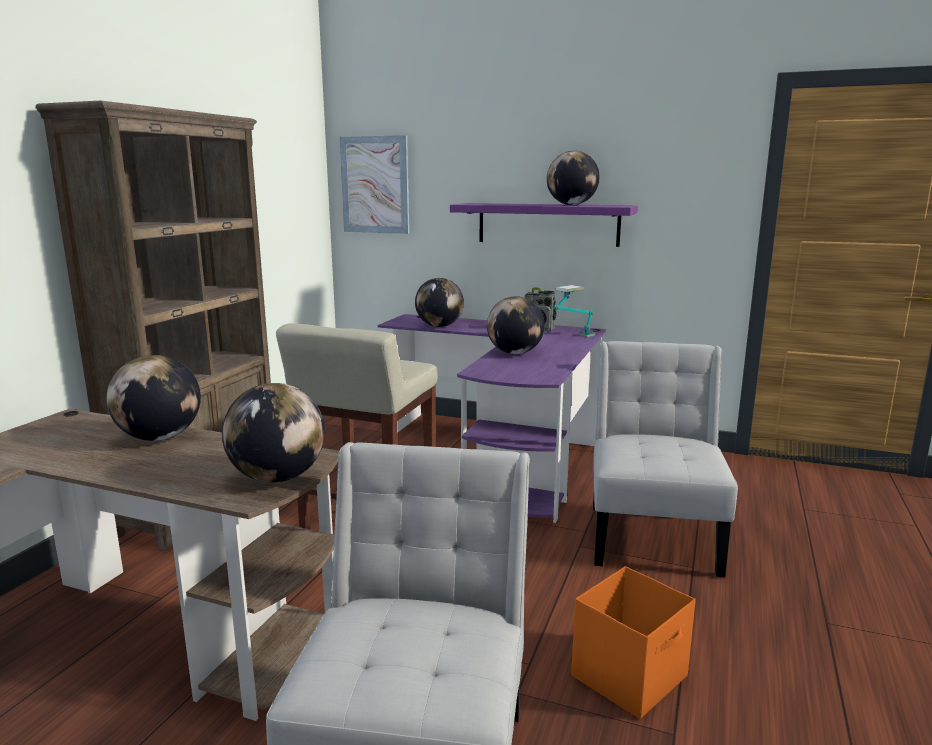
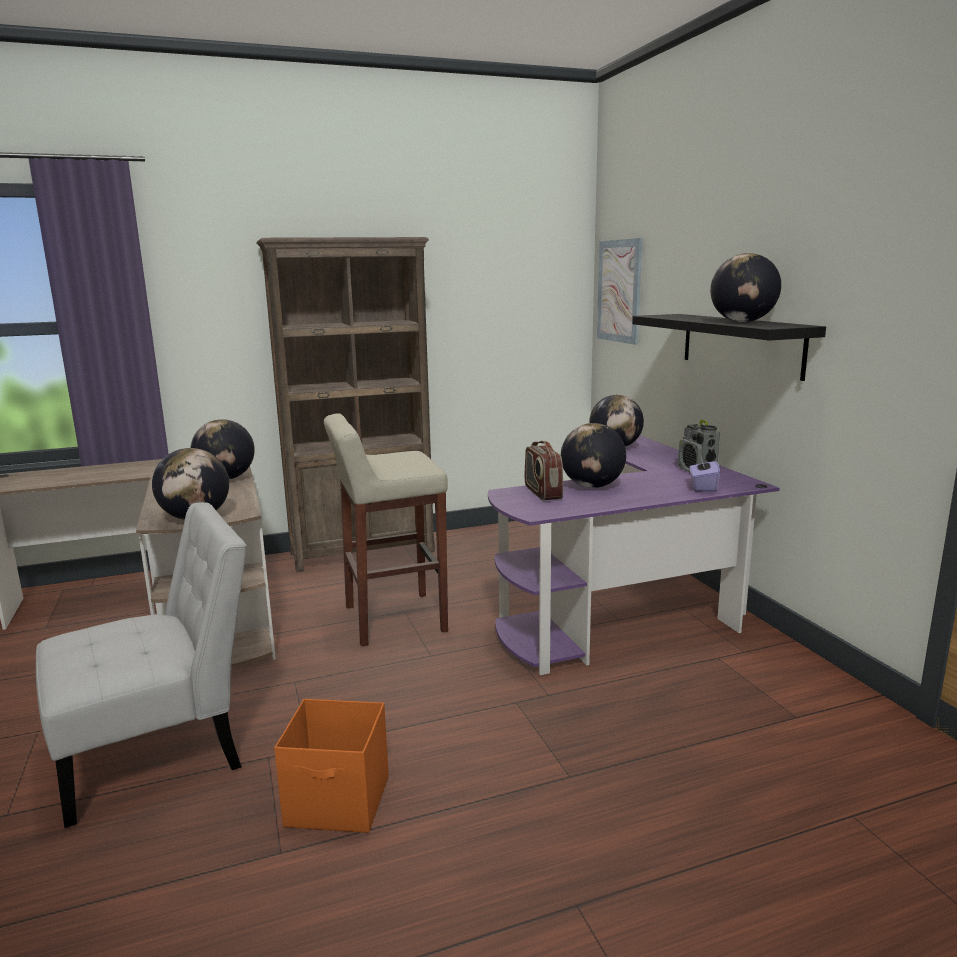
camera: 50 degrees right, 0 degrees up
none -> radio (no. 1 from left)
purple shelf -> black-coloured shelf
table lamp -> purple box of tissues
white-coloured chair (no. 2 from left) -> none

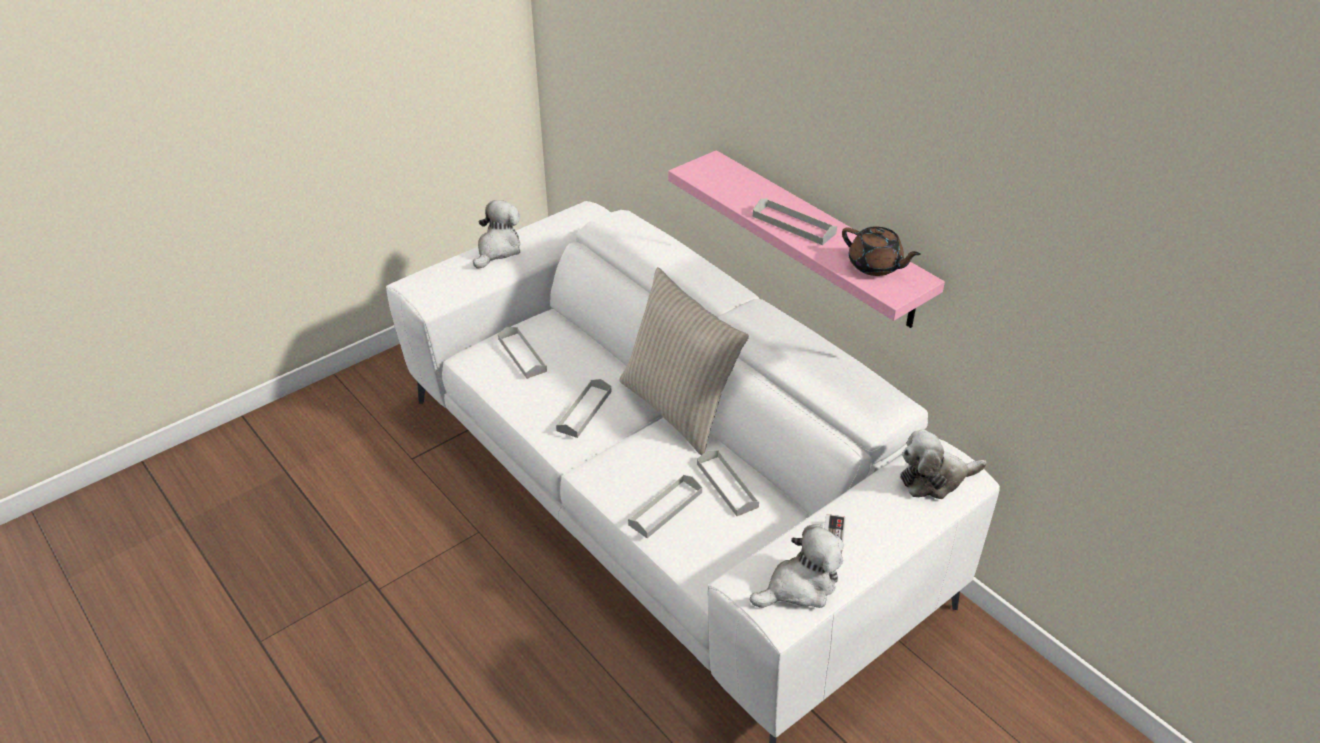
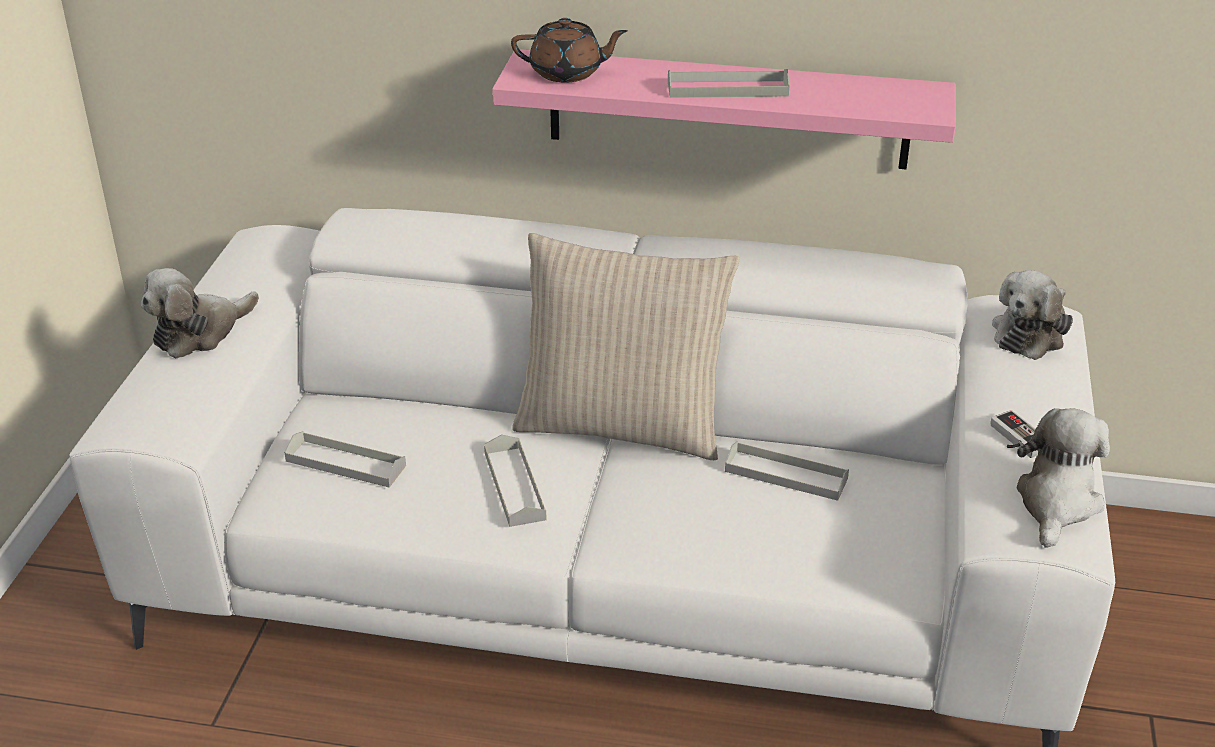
camera: 40 degrees left, 5 degrees down
cuddly toy (no. 1 from left), 120 degrees counterclockwise
brownish tea pot, relocated
grey serving tray (no. 3 from left) -> none

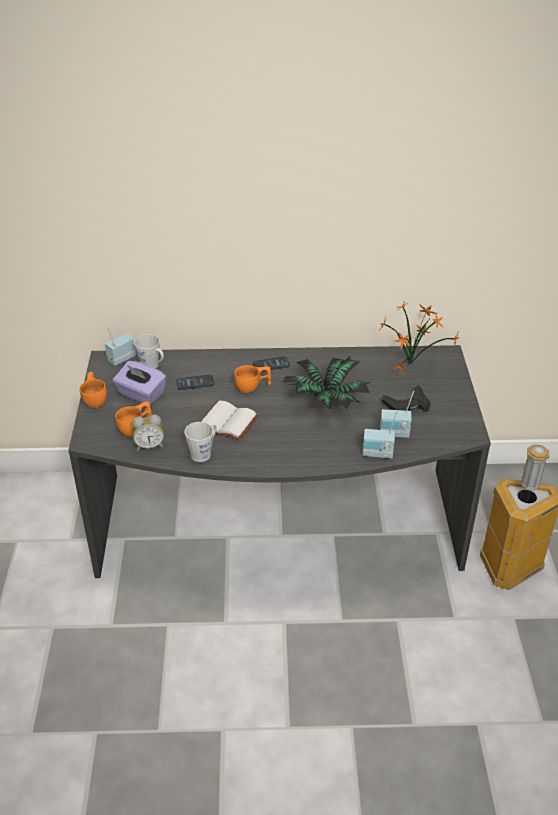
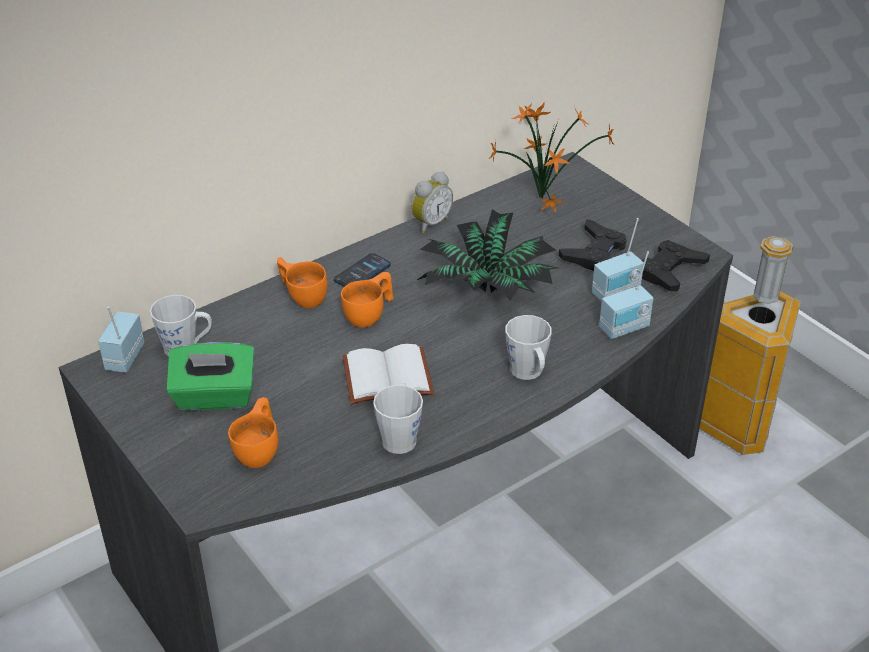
camera: 35 degrees left, 0 degrees up
purple box of tissues -> green box of tissues
orange drinking cup (no. 1 from left in the first image) -> orange drinking cup (no. 2 from left), relocated
table clock, relocated
none -> grey mug (no. 3 from left)
none -> black-coloured game controller (no. 2 from left)
phone (no. 1 from left) -> none

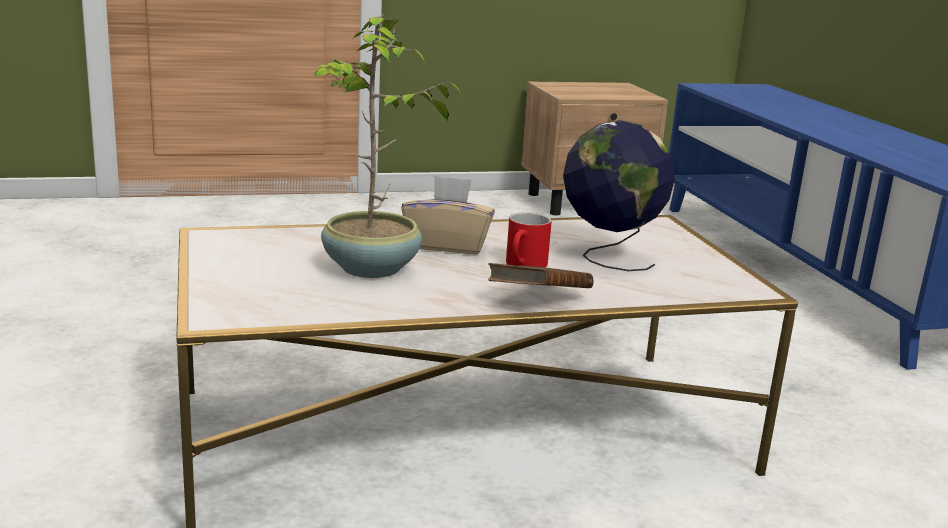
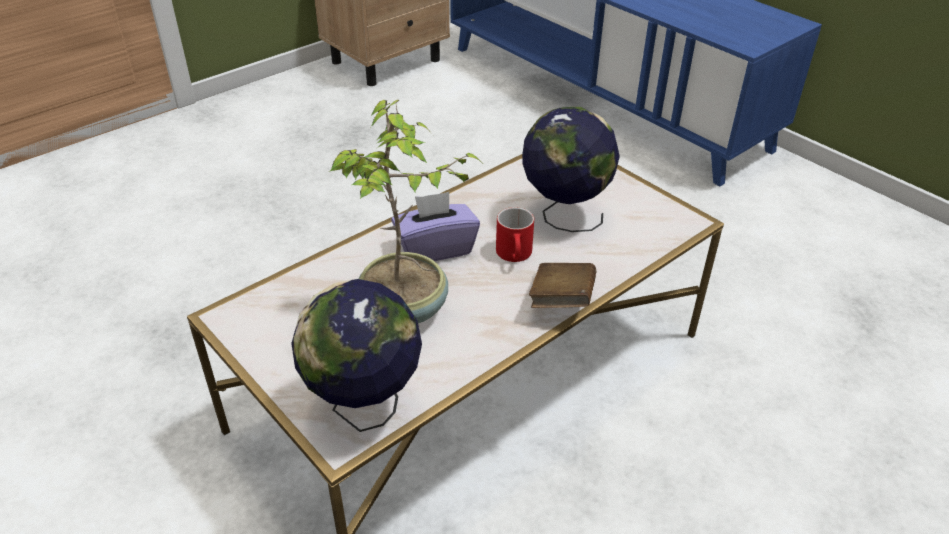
camera: 25 degrees left, 20 degrees up
none -> globe (no. 1 from left)
beige box of tissues -> purple box of tissues

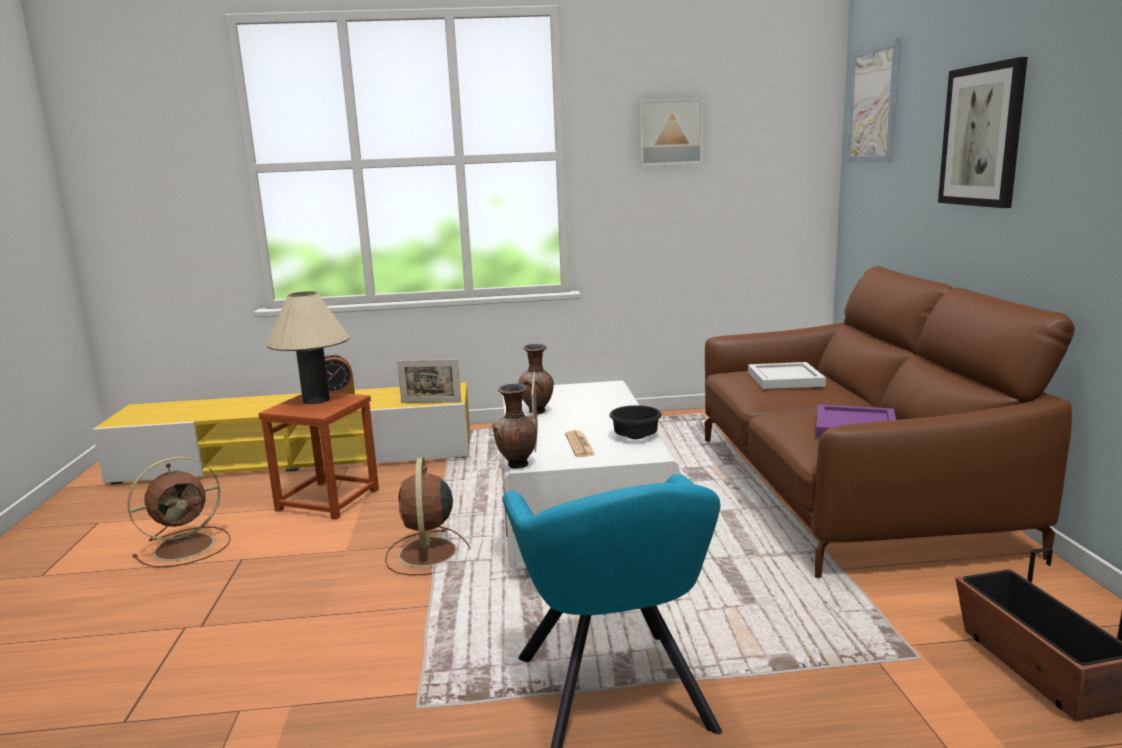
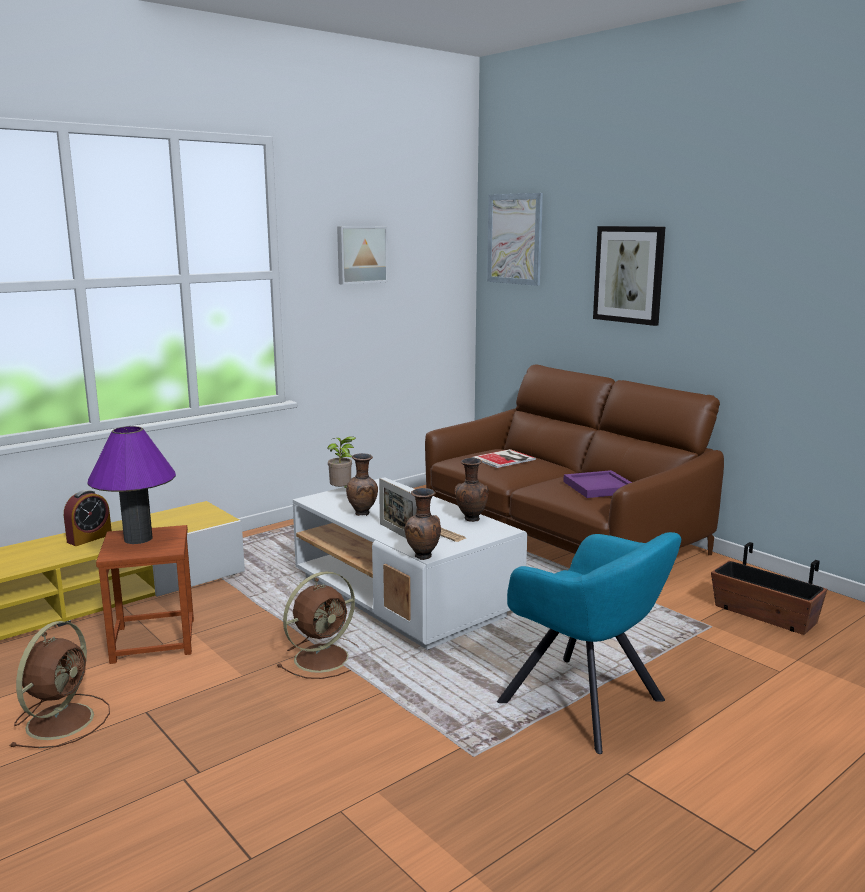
camera: 35 degrees left, 0 degrees up
beige table lamp -> purple table lamp
brownish cooling fan (no. 2 from left), 90 degrees counterclockwise
none -> potted plant
black-coloured deep dish -> brownish vase (no. 3 from left)
white-coloured serving tray -> book
standing frame (no. 1 from left) -> none

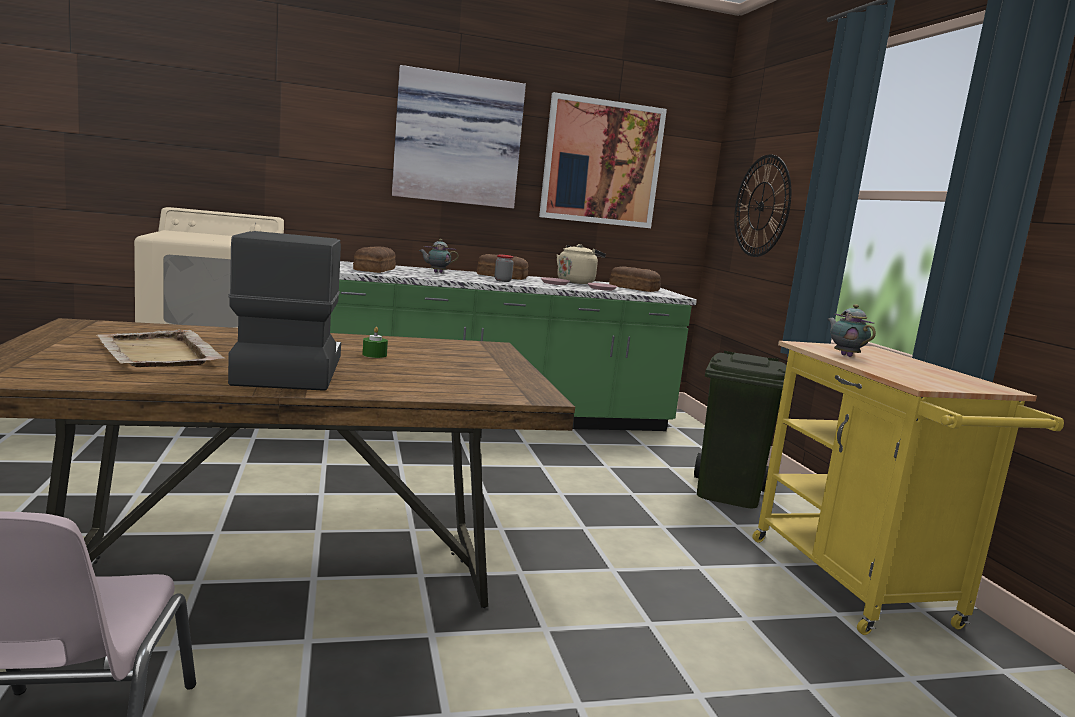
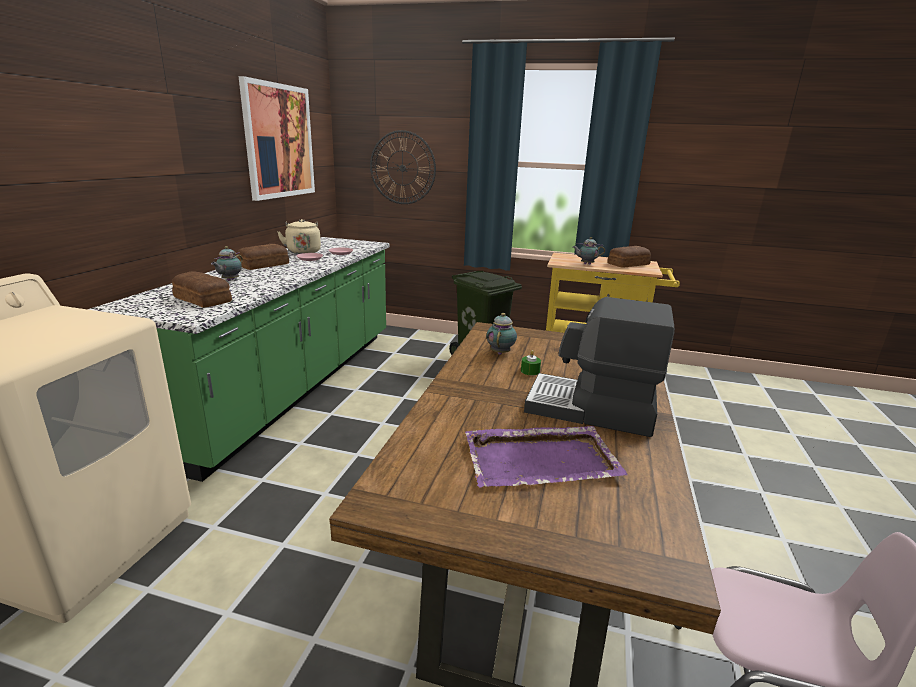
camera: 60 degrees left, 10 degrees up
beige serving tray -> purple serving tray
none -> tea pot (no. 2 from left)
bakery bread (no. 3 from left), relocated
picture (no. 1 from left) -> none
preserve jar -> none

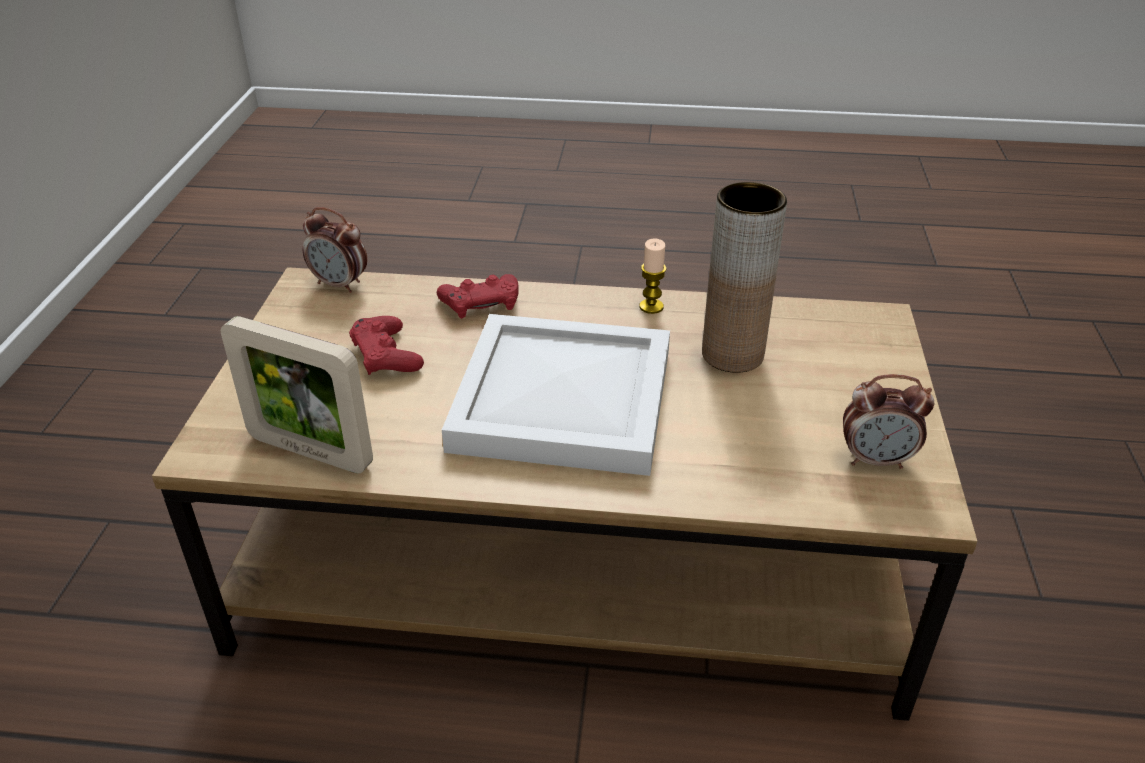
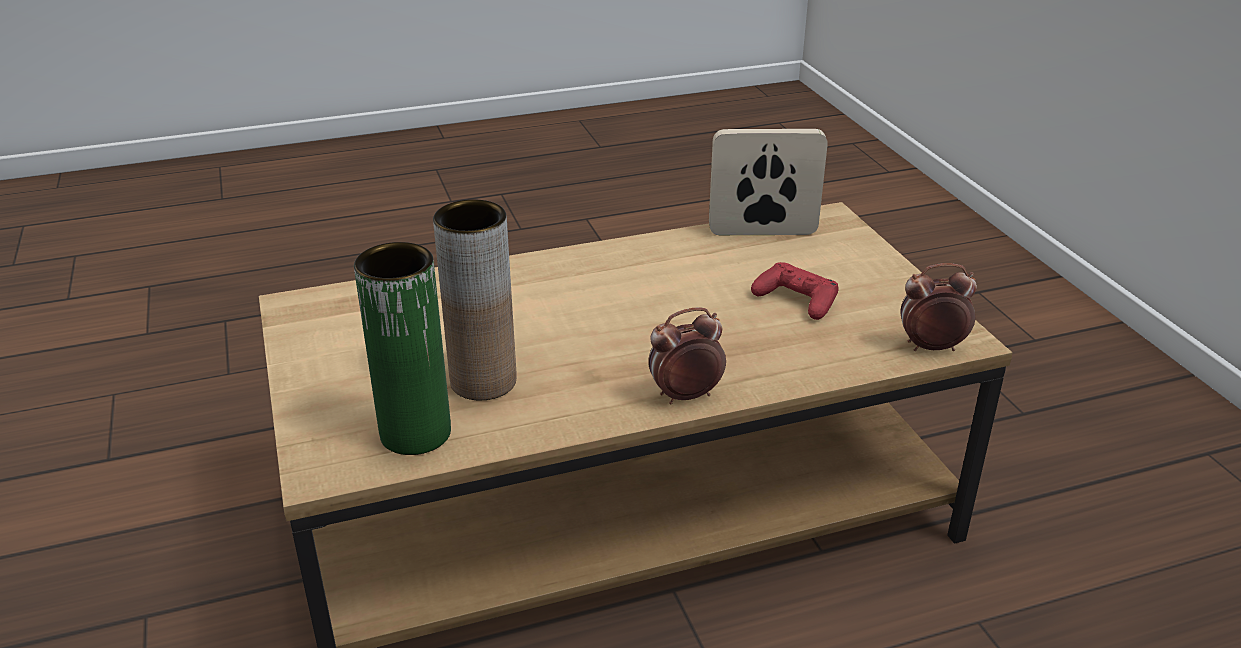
camera: 155 degrees right, 5 degrees down
none -> green vase
table clock (no. 2 from left in the first image) -> table clock (no. 1 from left), relocated
red game controller (no. 2 from left) -> none
white-coloured serving tray -> none
wax candle -> none

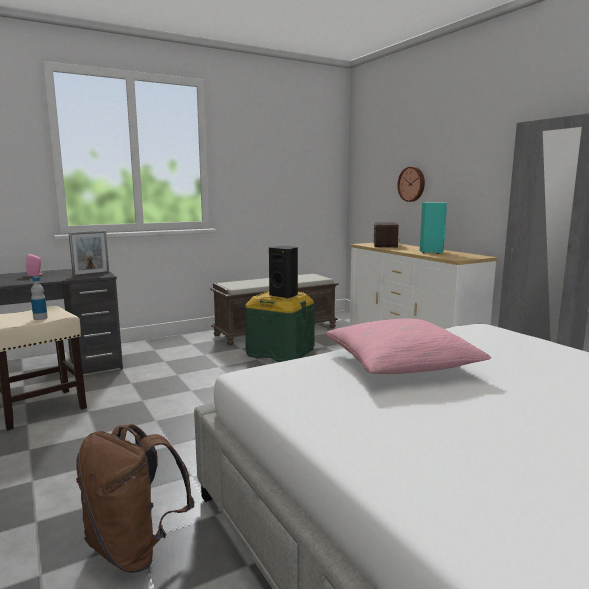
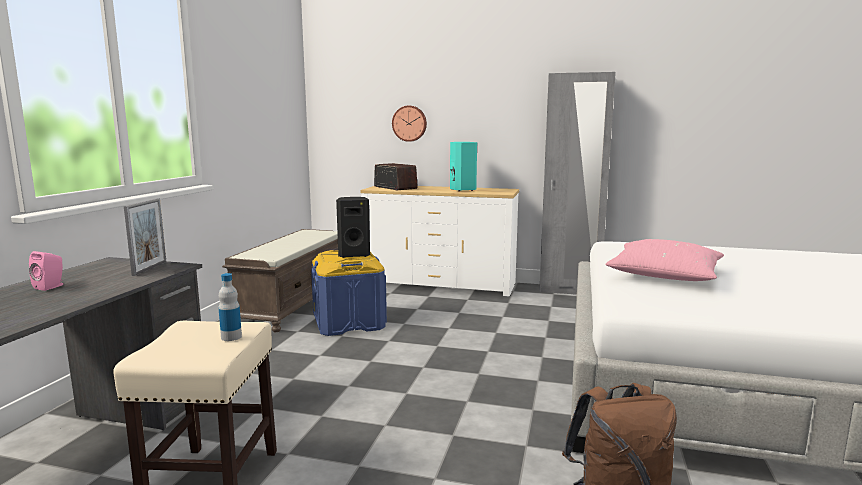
camera: 45 degrees left, 0 degrees up
green storage bin -> blue-coloured storage bin

